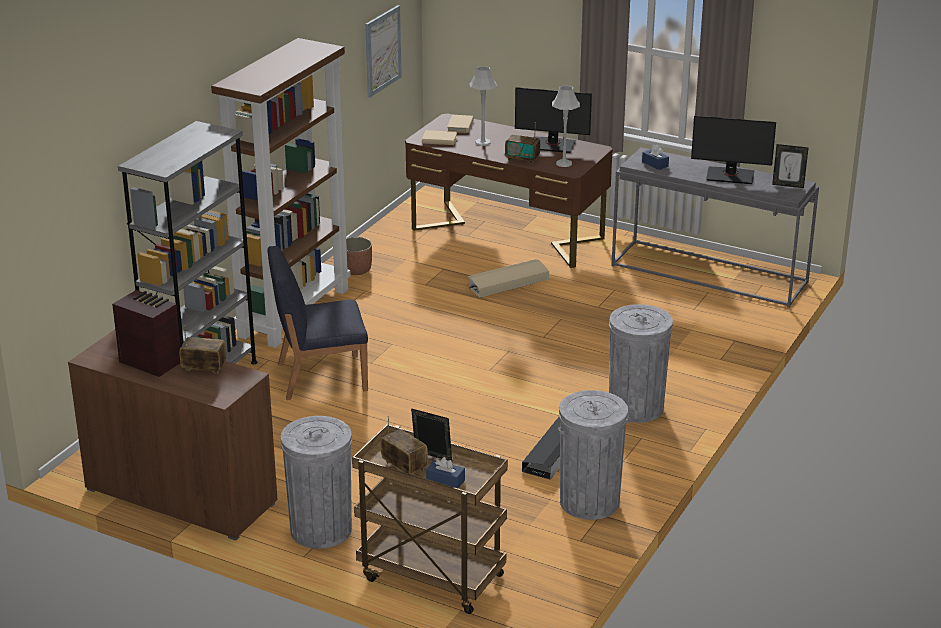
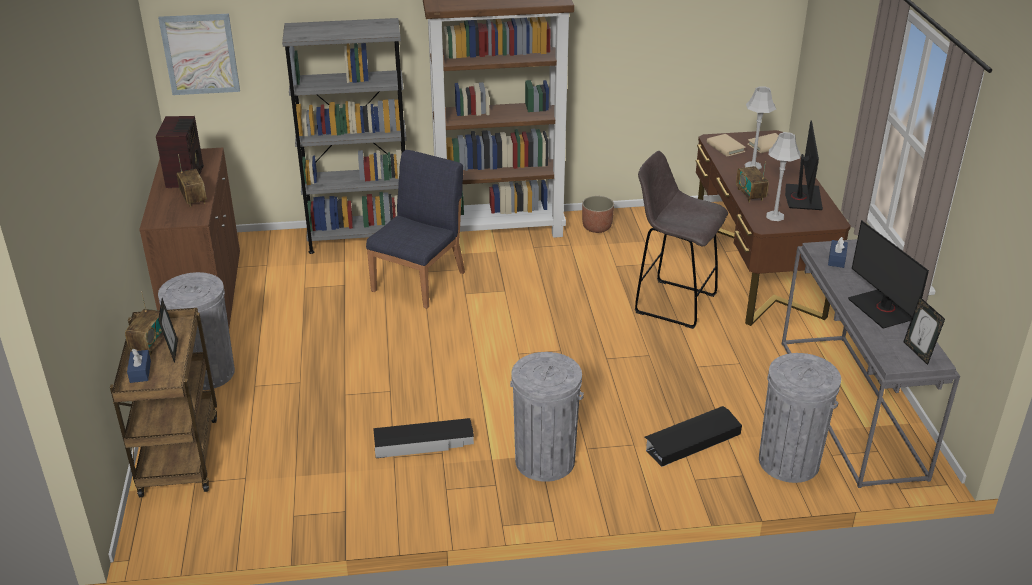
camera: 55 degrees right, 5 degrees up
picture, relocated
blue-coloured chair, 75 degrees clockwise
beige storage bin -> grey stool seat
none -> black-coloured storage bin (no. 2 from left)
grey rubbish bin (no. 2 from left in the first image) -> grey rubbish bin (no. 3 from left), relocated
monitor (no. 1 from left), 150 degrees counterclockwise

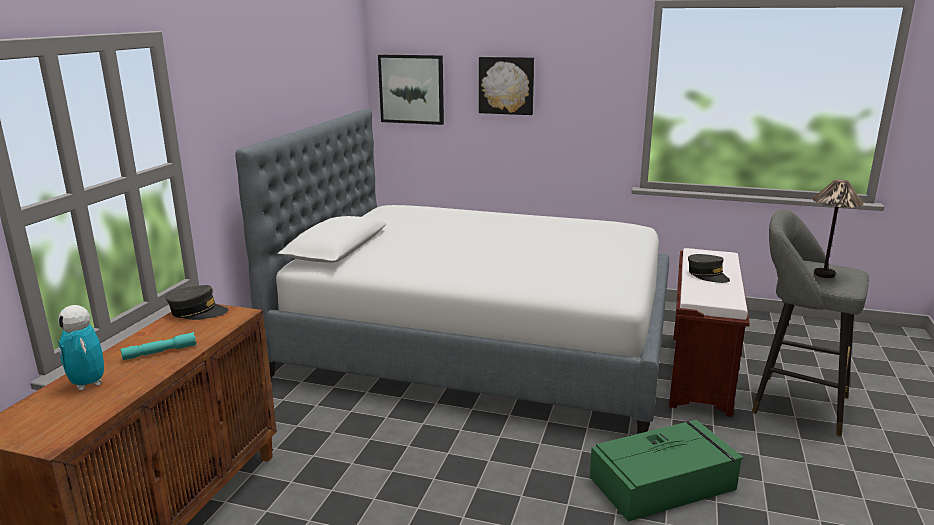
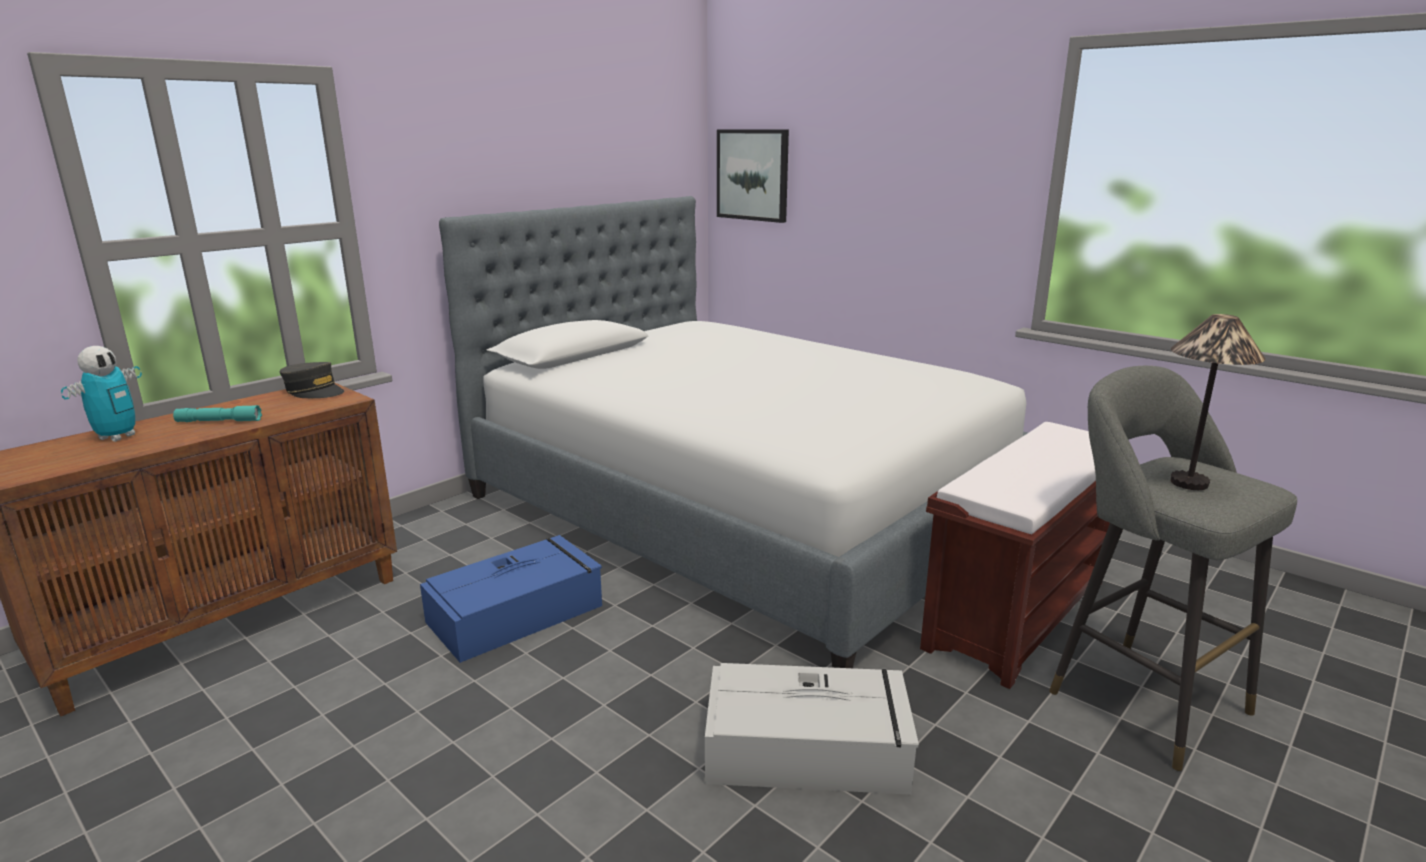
camera: 25 degrees right, 0 degrees up
robot figure, 150 degrees counterclockwise
none -> blue-coloured storage bin
green storage bin -> grey storage bin
picture (no. 2 from left) -> none
grey cap (no. 2 from left) -> none

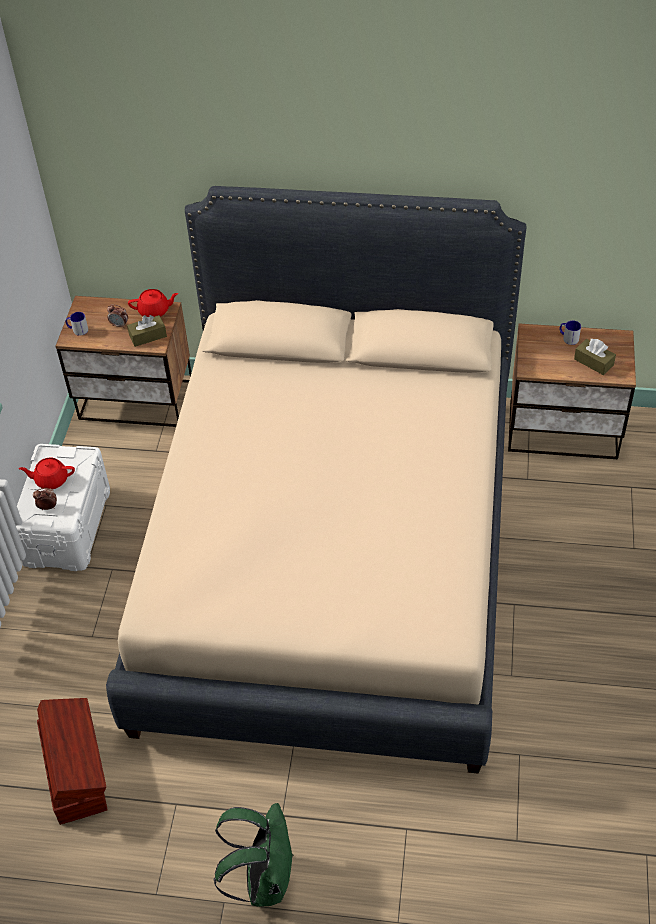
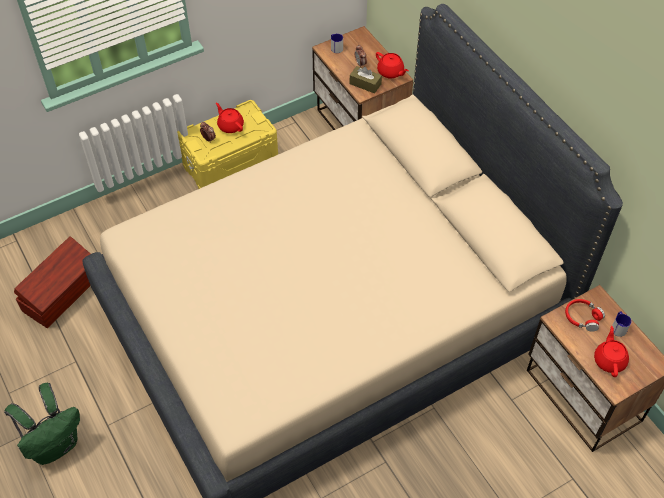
camera: 50 degrees right, 5 degrees up
white-coloured storage bin -> yellow-coloured storage bin
none -> red headset
brownish box of tissues (no. 2 from left) -> red tea pot (no. 3 from left)

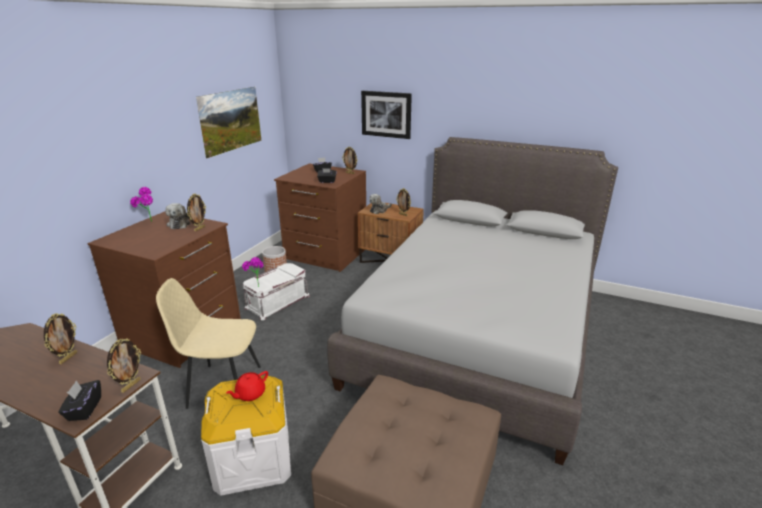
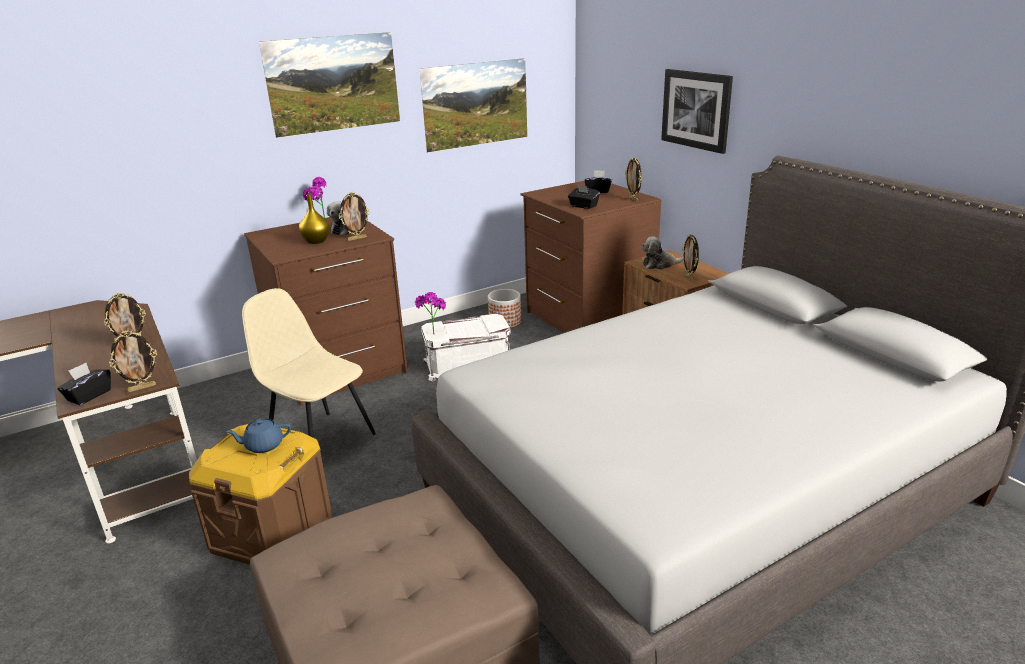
camera: 35 degrees right, 0 degrees up
white-coloured storage bin (no. 1 from left) -> brownish storage bin
red tea pot -> blue-coloured tea pot
none -> picture (no. 1 from left)
none -> yellow-coloured vase

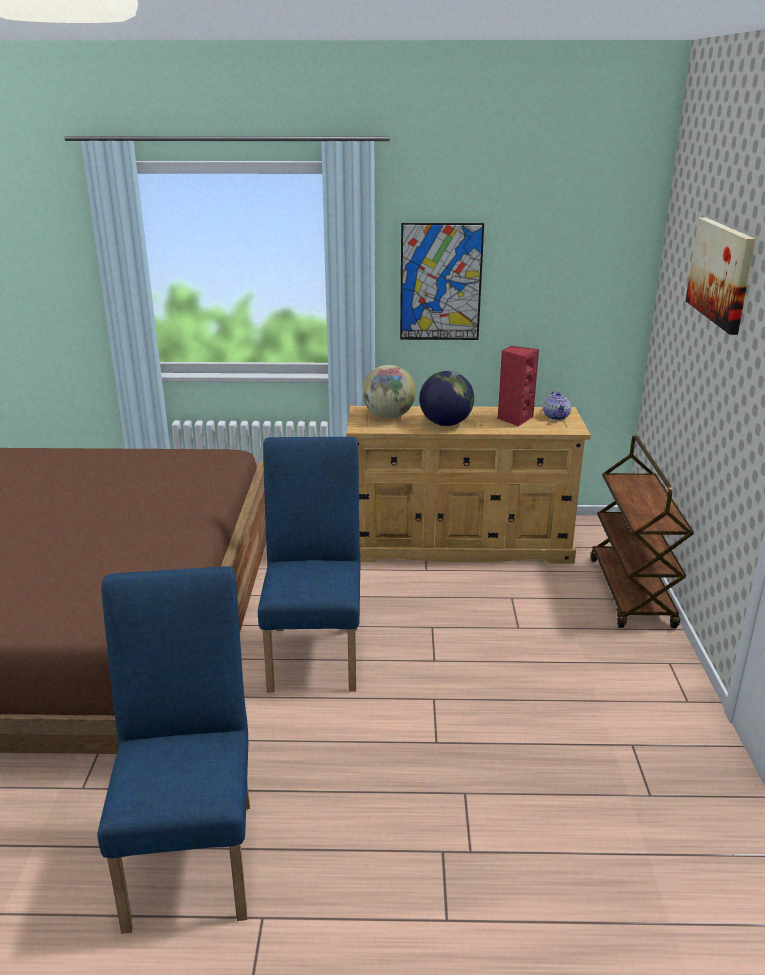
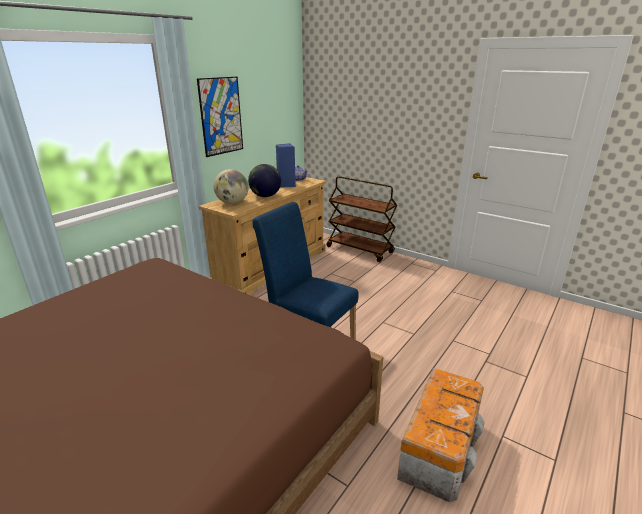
camera: 55 degrees left, 0 degrees up
red audio speaker -> blue-coloured audio speaker
blue-coloured chair (no. 1 from left) -> storage bin
picture (no. 2 from left) -> none

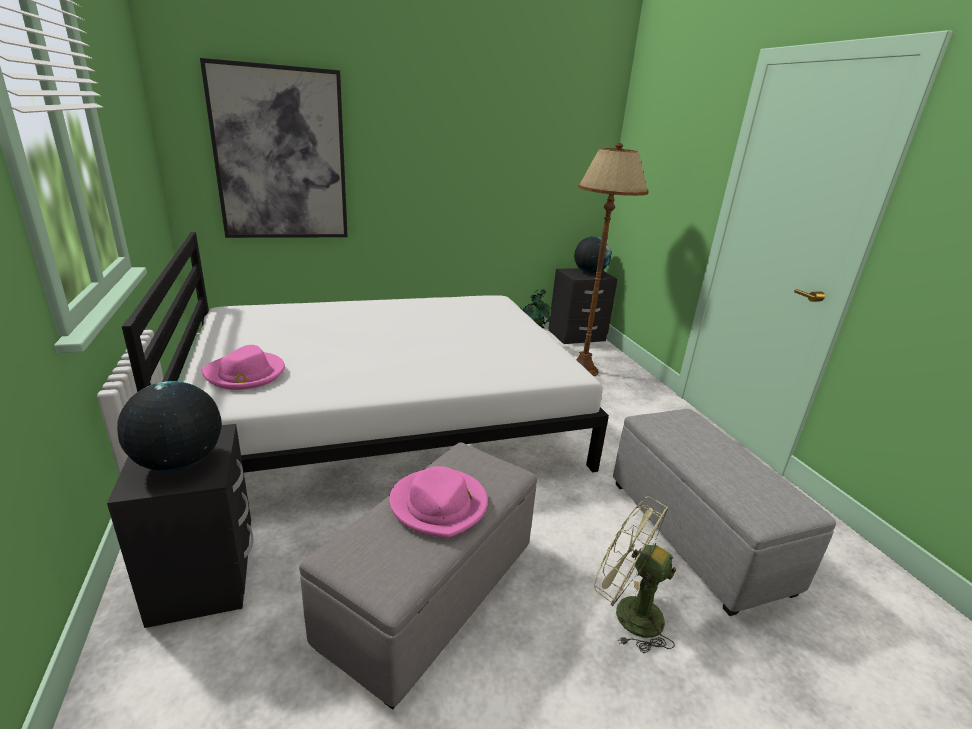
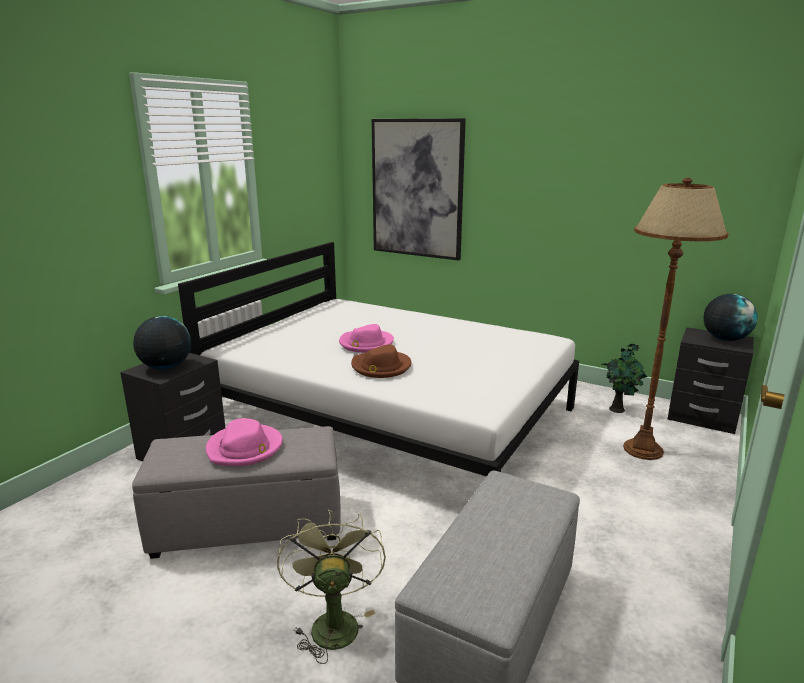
camera: 50 degrees right, 5 degrees down
pinkish hat (no. 1 from left in the first image) -> pinkish hat (no. 2 from left), relocated
none -> brownish hat

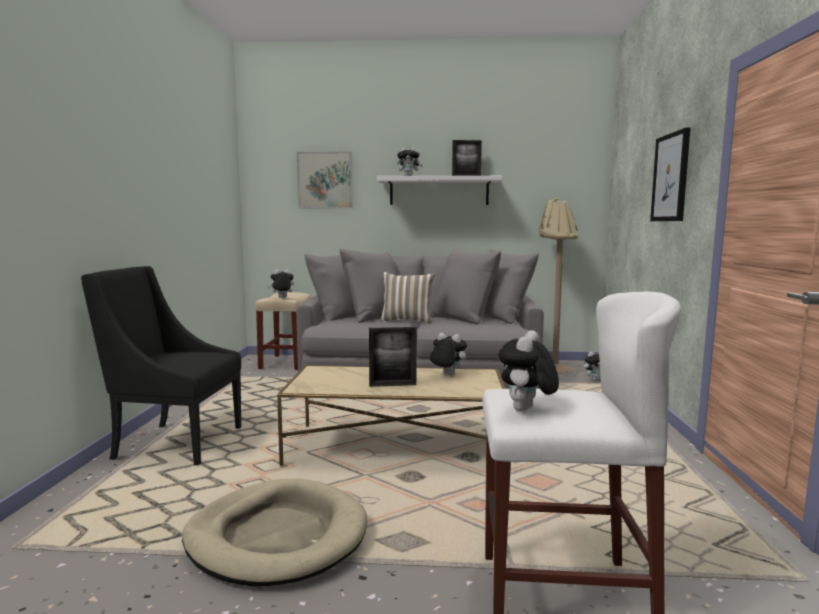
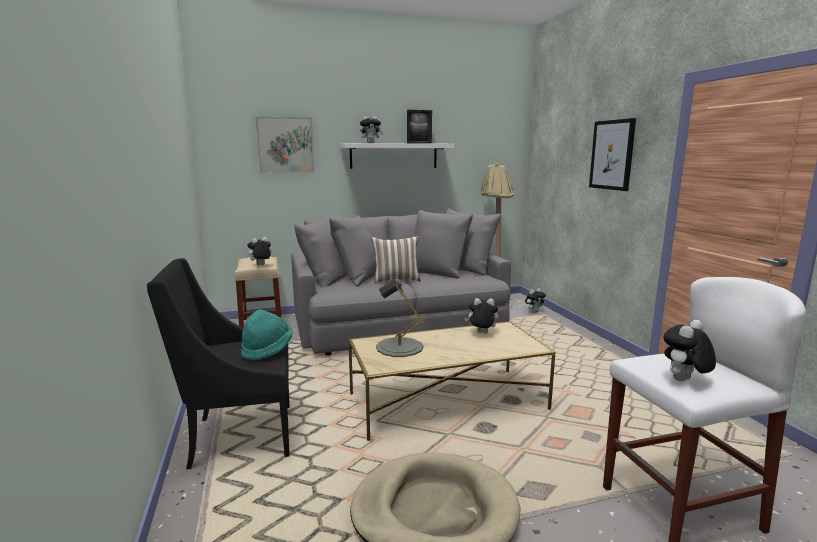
camera: 20 degrees left, 5 degrees up
none -> turquoise-coloured hat
none -> grey table lamp
cuddly toy (no. 4 from left in the first image) -> cuddly toy (no. 5 from left), 45 degrees clockwise
standing frame (no. 1 from left) -> none

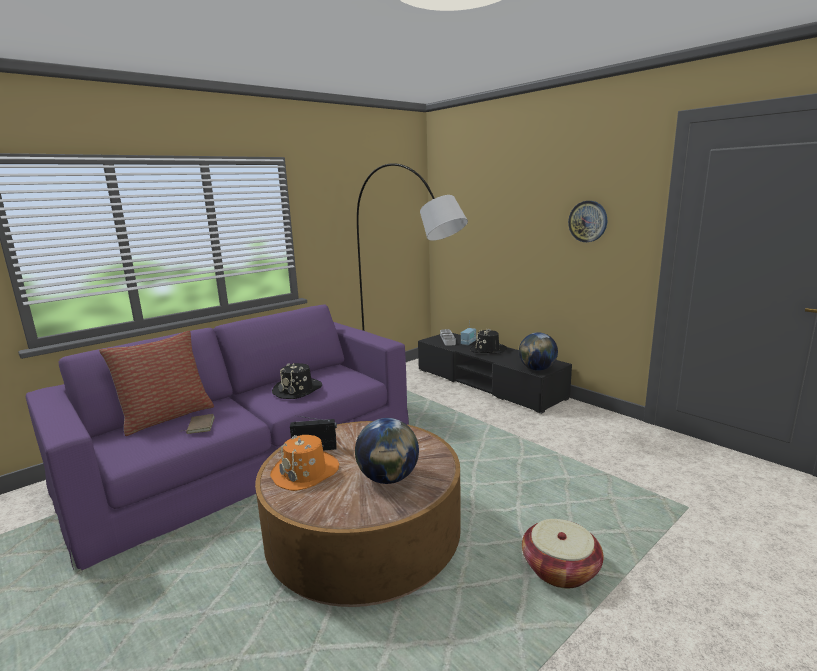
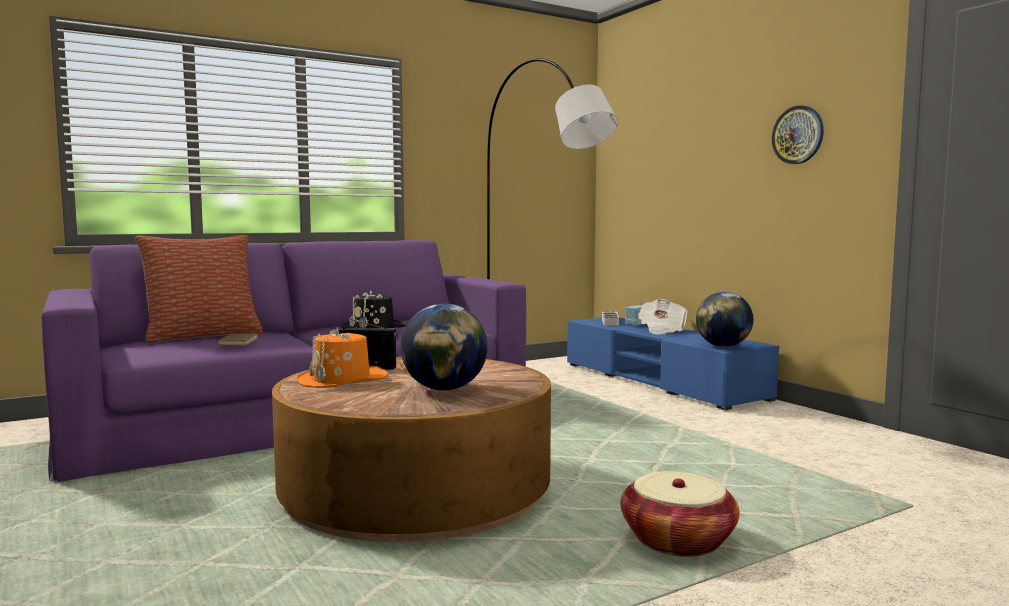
camera: 10 degrees right, 10 degrees down
black-coloured media console -> blue-coloured media console
black-coloured hat (no. 2 from left) -> printed paper

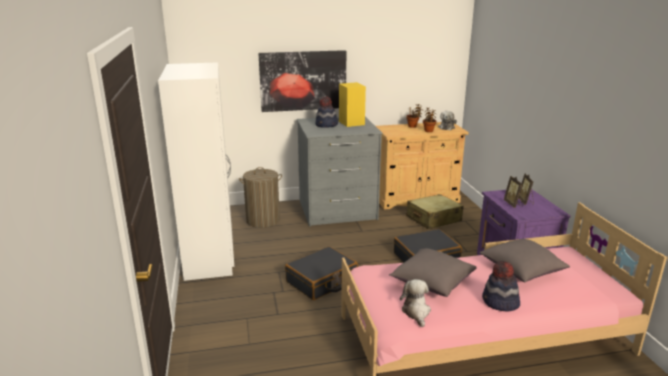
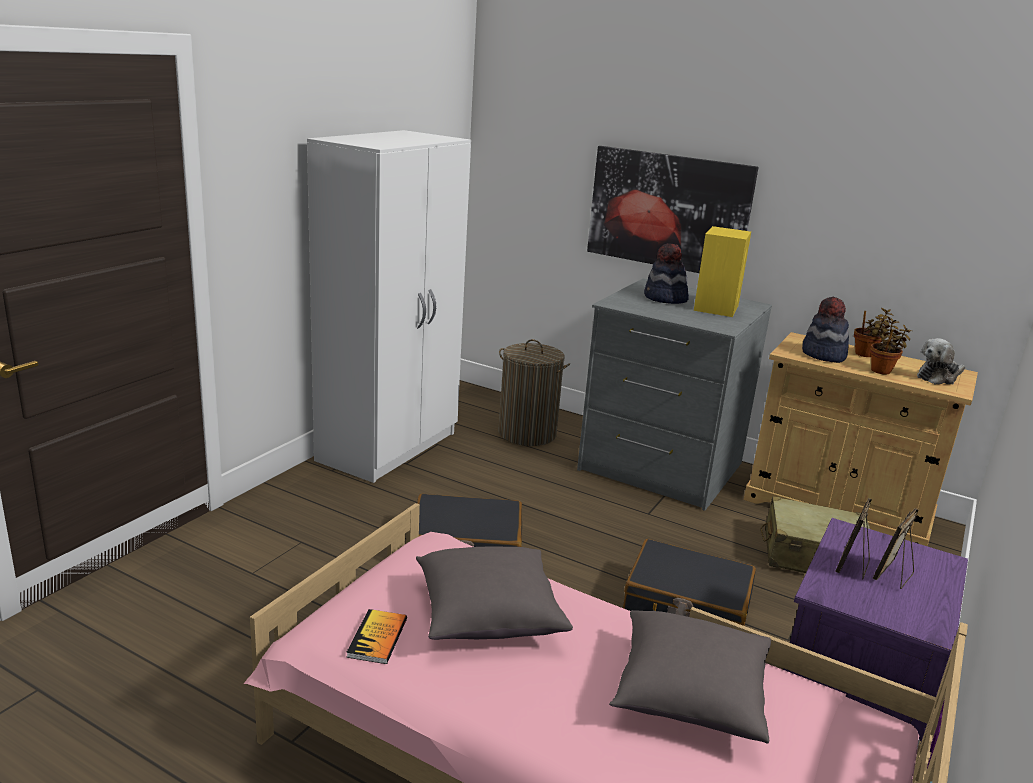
camera: 40 degrees right, 0 degrees up
cuddly toy (no. 1 from left) -> book
hat (no. 2 from left), relocated

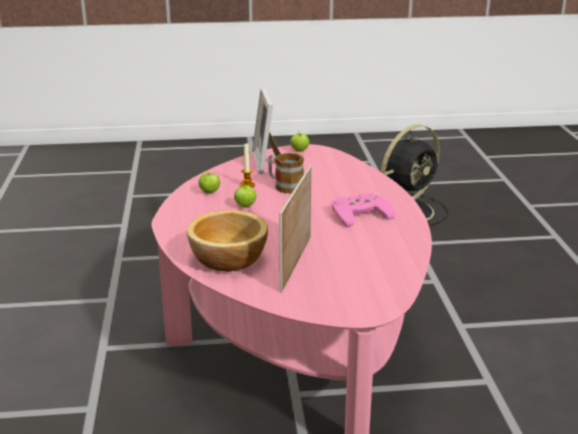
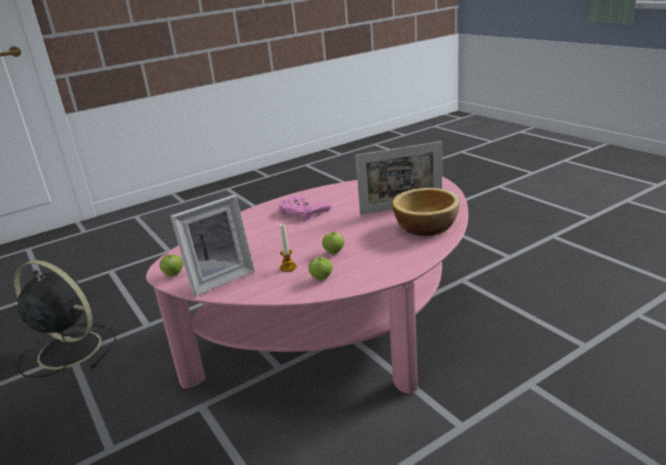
camera: 115 degrees left, 0 degrees up
mug -> none

